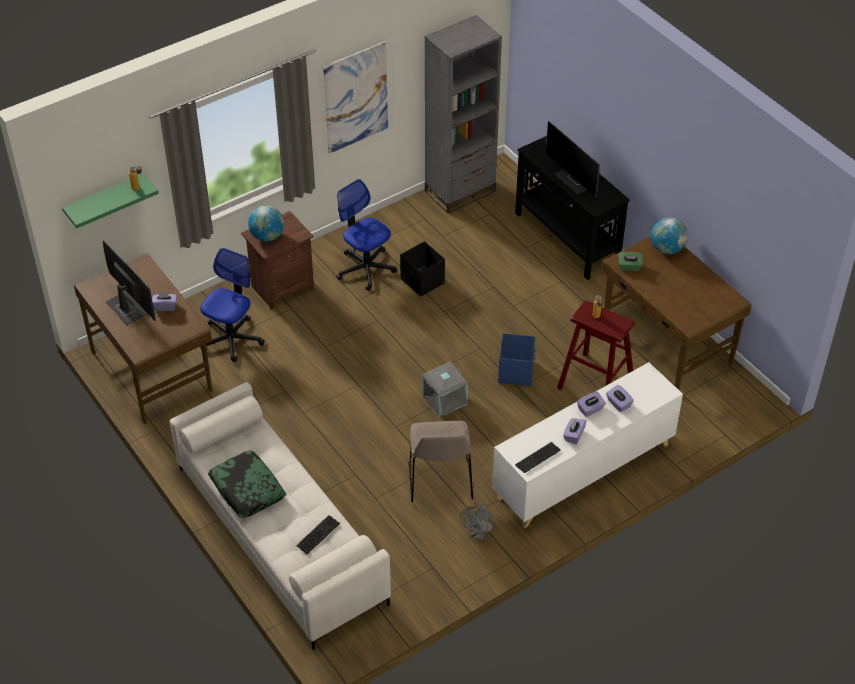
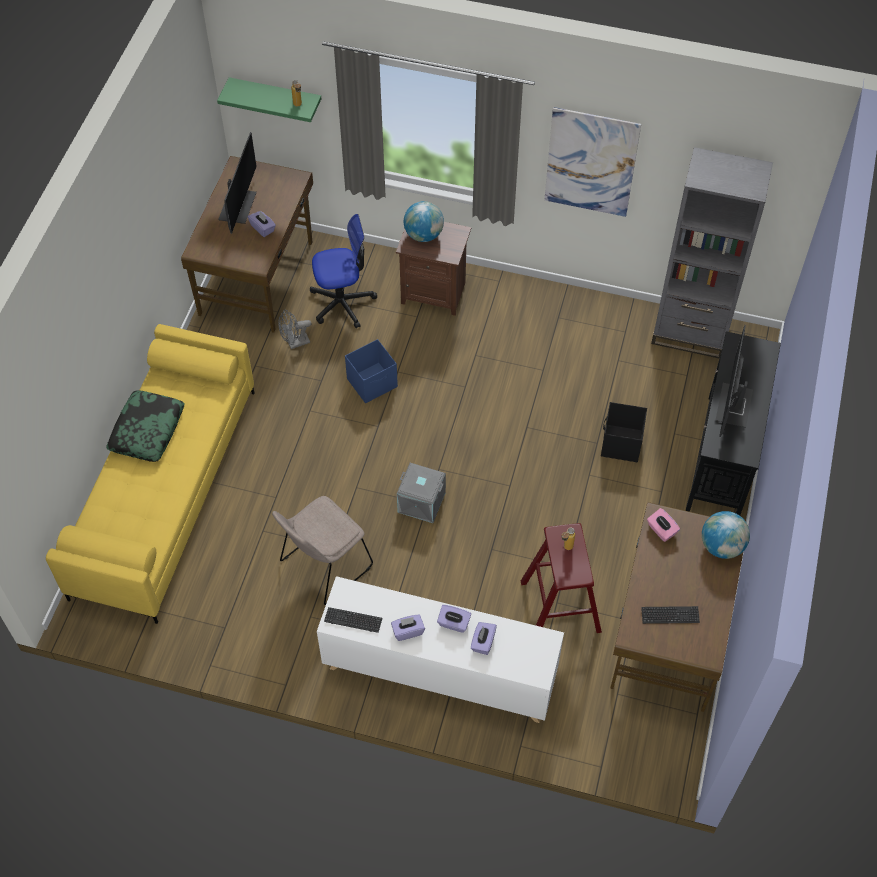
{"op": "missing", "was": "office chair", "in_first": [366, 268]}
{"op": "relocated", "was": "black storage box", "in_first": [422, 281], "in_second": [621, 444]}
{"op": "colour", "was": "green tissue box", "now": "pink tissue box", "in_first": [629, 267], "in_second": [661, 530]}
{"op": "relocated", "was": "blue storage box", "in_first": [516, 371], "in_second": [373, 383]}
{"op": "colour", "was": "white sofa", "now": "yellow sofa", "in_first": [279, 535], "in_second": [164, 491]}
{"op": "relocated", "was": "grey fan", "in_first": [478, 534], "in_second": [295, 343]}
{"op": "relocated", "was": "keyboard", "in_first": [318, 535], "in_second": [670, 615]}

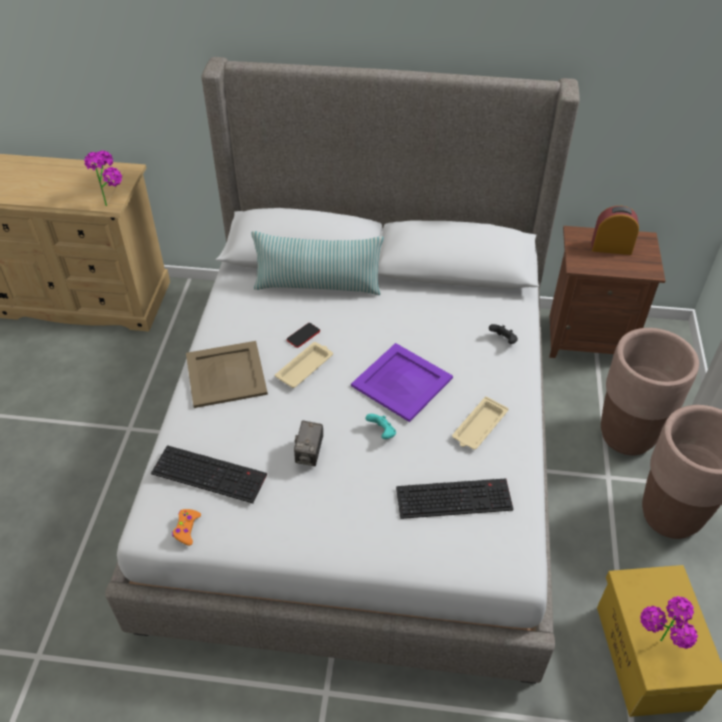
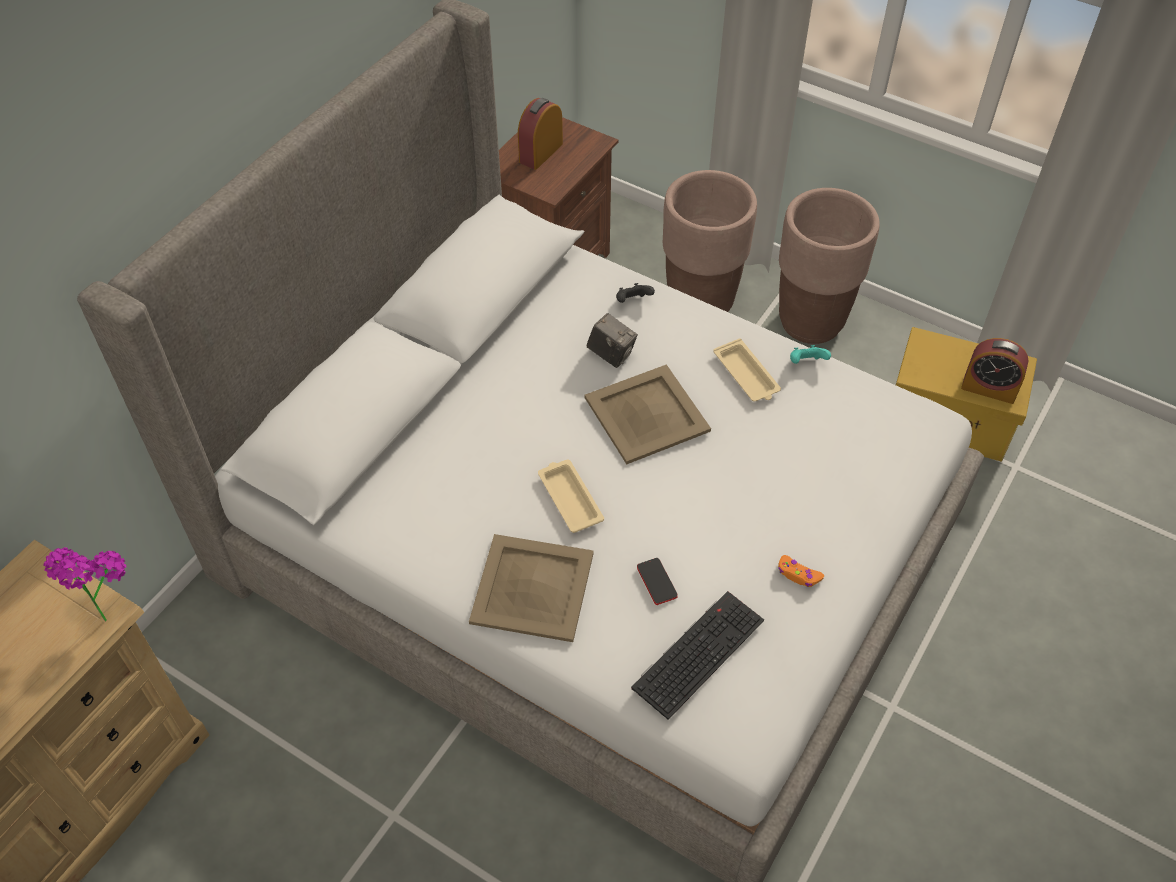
{"op": "missing", "was": "pillow", "in_first": [318, 286]}
{"op": "relocated", "was": "phone", "in_first": [303, 335], "in_second": [657, 582]}
{"op": "colour", "was": "purple tray", "now": "beige tray", "in_first": [401, 382], "in_second": [646, 415]}
{"op": "relocated", "was": "turquoise game controller", "in_first": [382, 433], "in_second": [806, 363]}
{"op": "relocated", "was": "photo camera", "in_first": [309, 454], "in_second": [611, 354]}
{"op": "missing", "was": "keyboard", "in_first": [455, 497]}
{"op": "relocated", "was": "orange game controller", "in_first": [186, 529], "in_second": [798, 575]}
{"op": "exchanged", "was": "potted plant", "now": "alarm clock", "in_first": [657, 648], "in_second": [989, 388]}

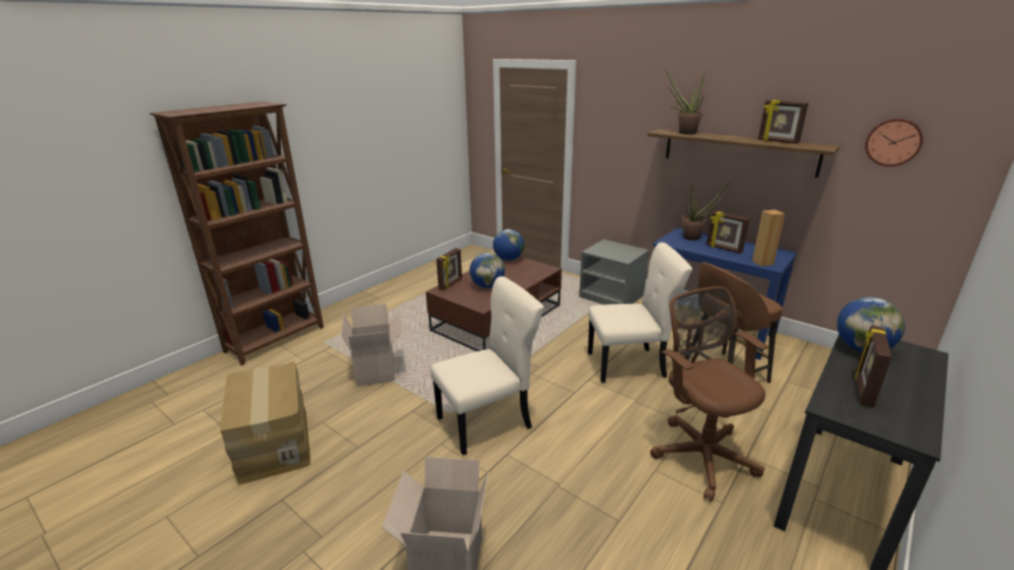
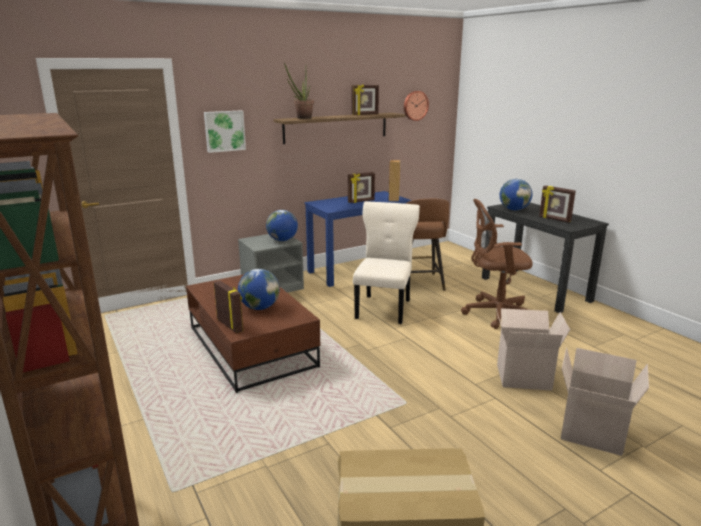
{"op": "missing", "was": "potted plant", "in_first": [695, 237]}
{"op": "relocated", "was": "globe", "in_first": [508, 259], "in_second": [282, 240]}
{"op": "missing", "was": "beige chair", "in_first": [488, 421]}
{"op": "relocated", "was": "cardboard box", "in_first": [377, 371], "in_second": [524, 376]}
{"op": "appeared", "now": "picture", "in_second": [224, 131]}

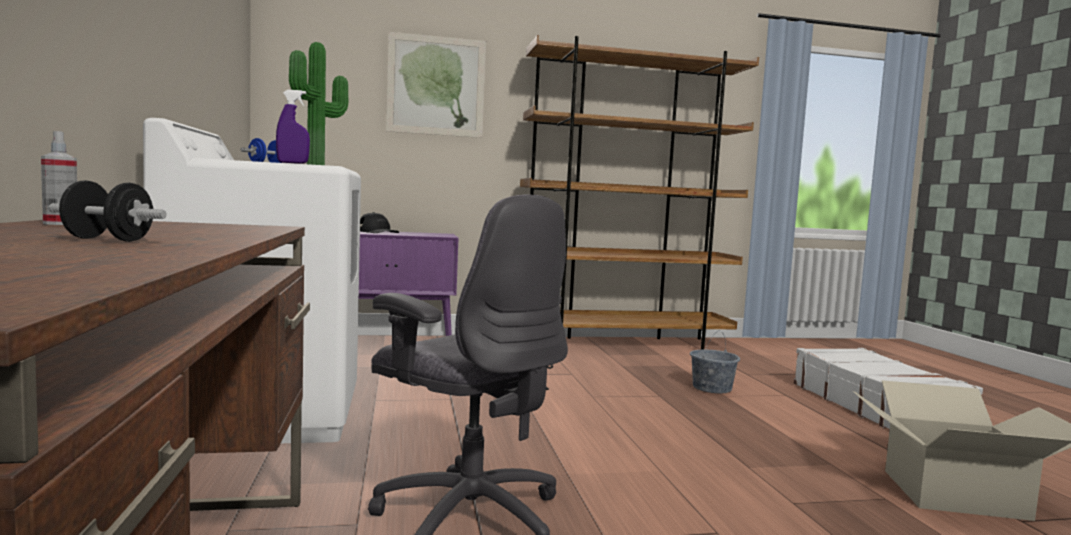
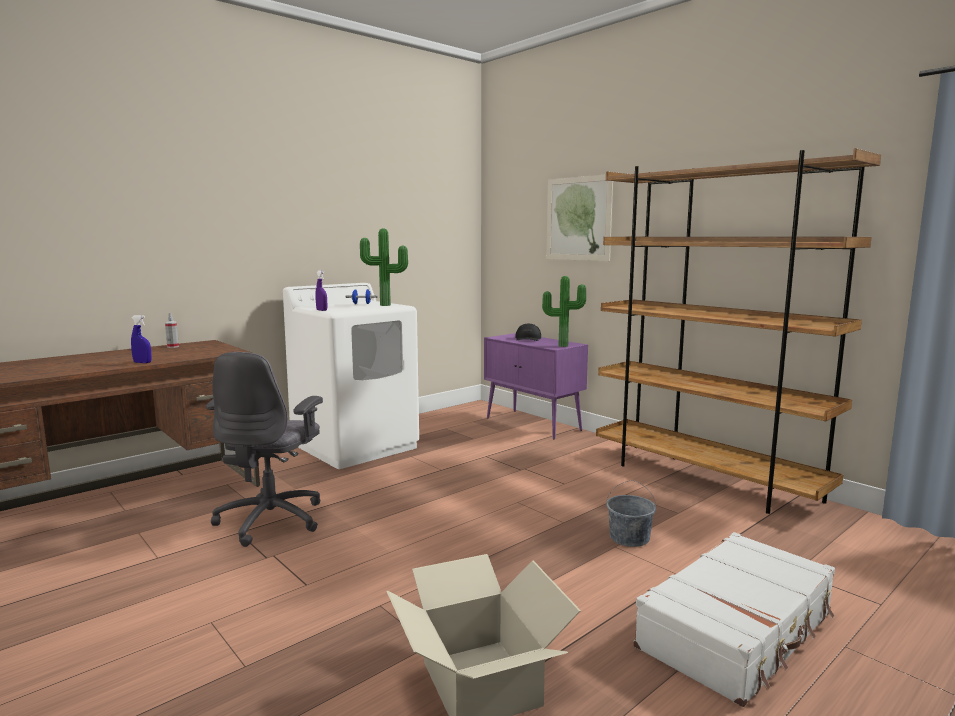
{"op": "missing", "was": "black dumbbell", "in_first": [108, 240]}
{"op": "appeared", "now": "potted plant", "in_second": [562, 345]}
{"op": "appeared", "now": "blue spray bottle", "in_second": [142, 362]}

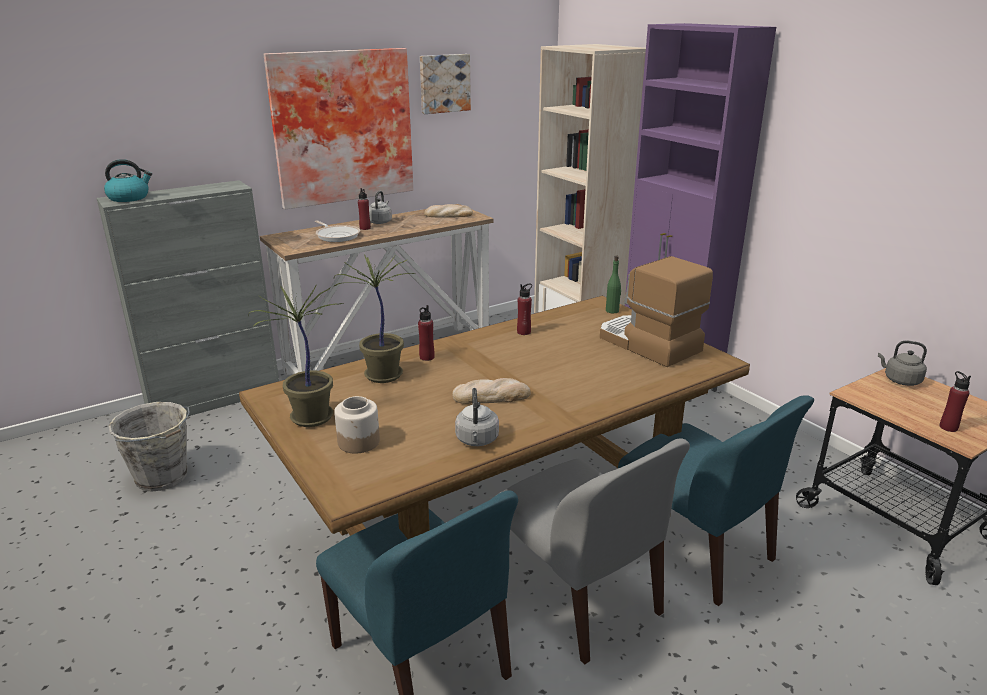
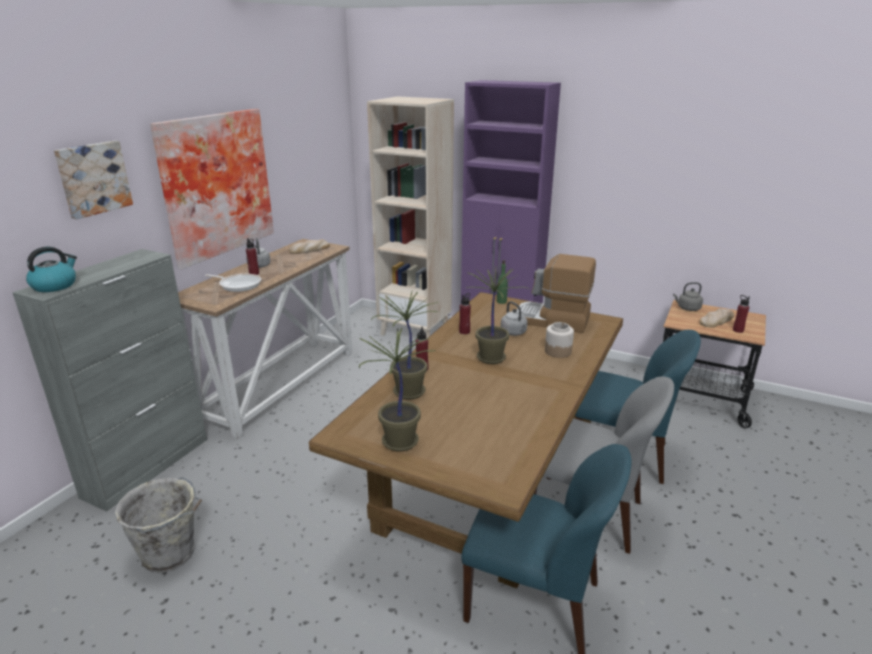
{"op": "relocated", "was": "picture", "in_first": [444, 83], "in_second": [93, 178]}
{"op": "relocated", "was": "bread", "in_first": [491, 396], "in_second": [716, 320]}
{"op": "relocated", "was": "grey kettle", "in_first": [477, 440], "in_second": [514, 333]}
{"op": "relocated", "was": "jar", "in_first": [359, 442], "in_second": [558, 351]}
{"op": "appeared", "now": "potted plant", "in_second": [492, 359]}

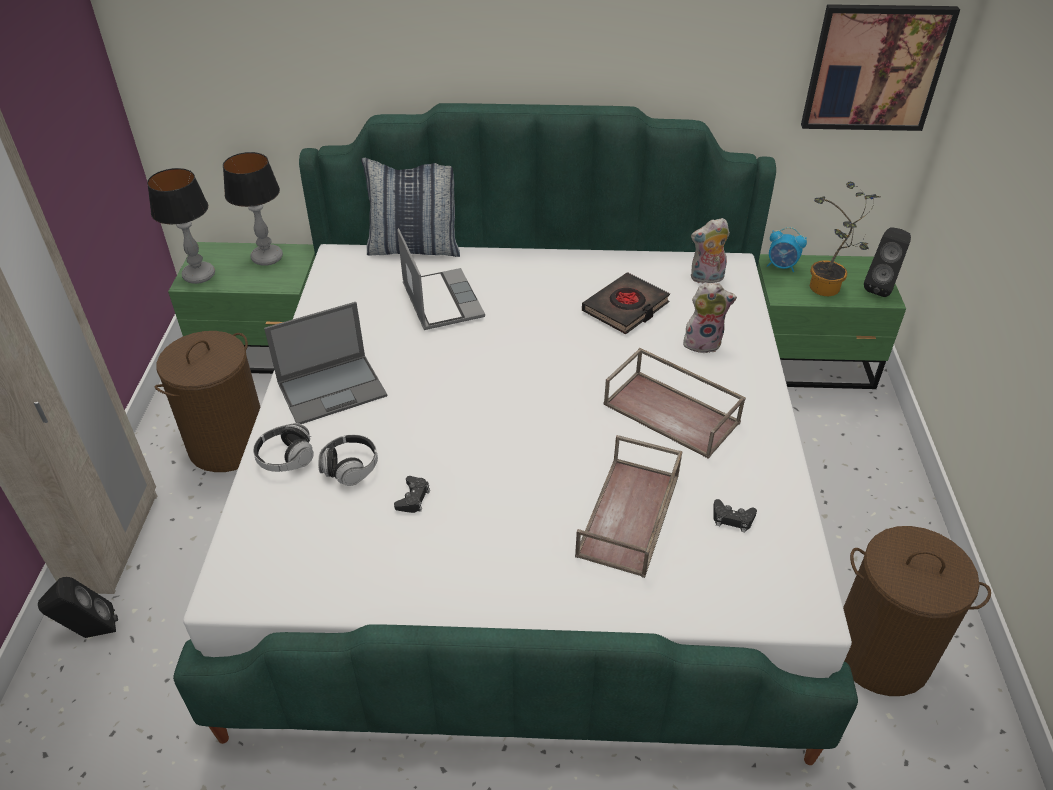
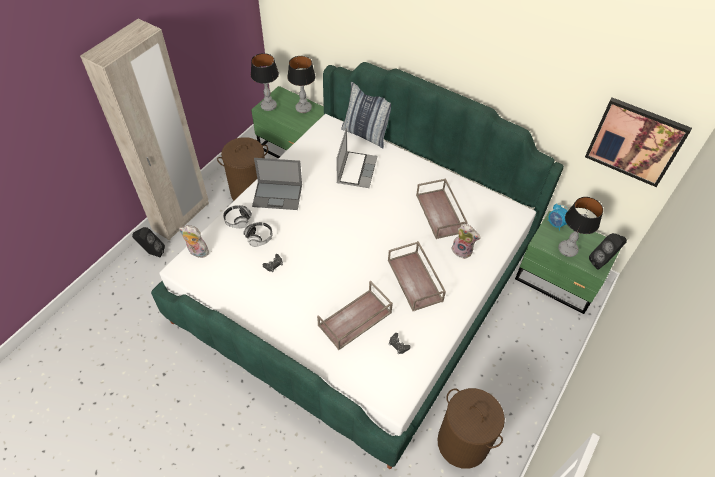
{"op": "exchanged", "was": "potted plant", "now": "table lamp", "in_first": [826, 290], "in_second": [568, 250]}
{"op": "relocated", "was": "plush toy", "in_first": [706, 279], "in_second": [197, 252]}
{"op": "exchanged", "was": "black book", "now": "brown tray", "in_first": [626, 308], "in_second": [440, 213]}

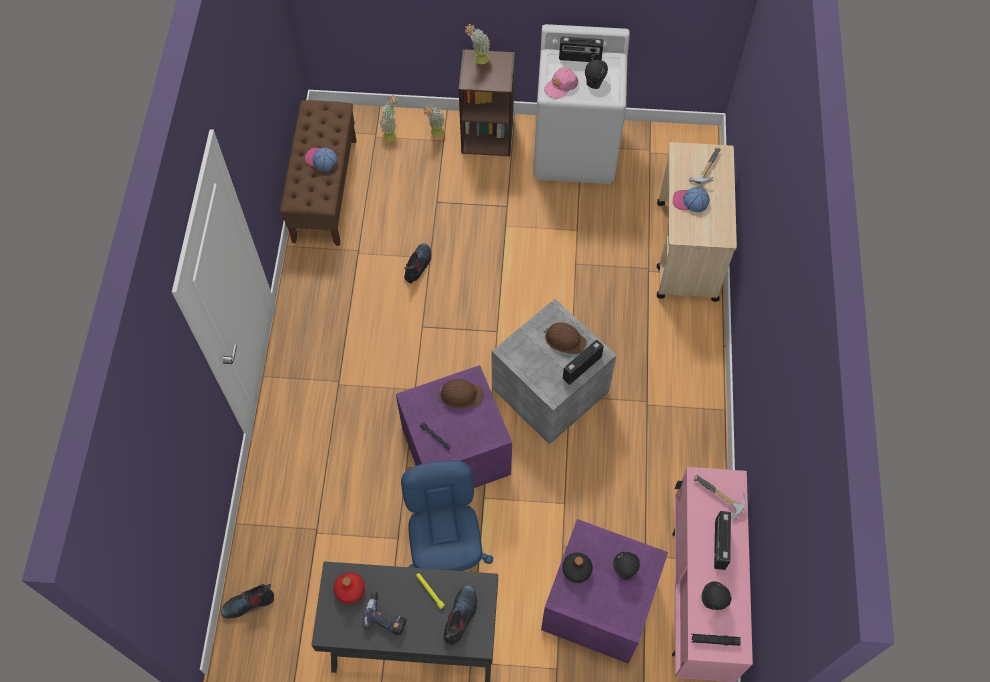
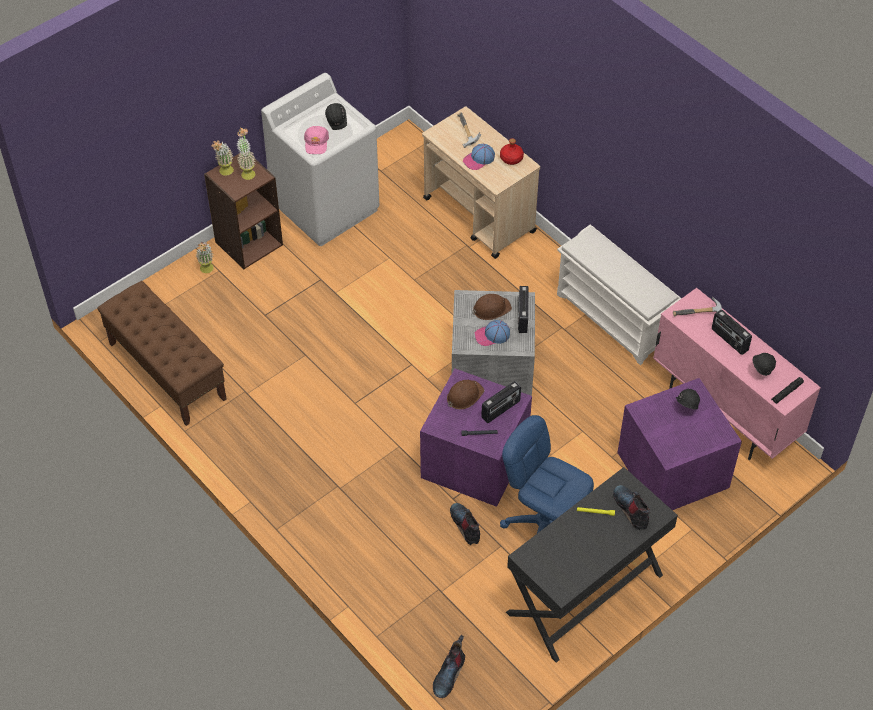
{"op": "relocated", "was": "radio", "in_first": [580, 58], "in_second": [501, 410]}
{"op": "relocated", "was": "potted plant", "in_first": [391, 134], "in_second": [247, 171]}
{"op": "relocated", "was": "cap", "in_first": [321, 160], "in_second": [492, 335]}
{"op": "relocated", "was": "boot", "in_first": [418, 266], "in_second": [466, 526]}
{"op": "missing", "was": "black bottle", "in_first": [576, 570]}
{"op": "relocated", "was": "red bottle", "in_first": [349, 590], "in_second": [511, 158]}
{"op": "missing", "was": "power drill", "in_first": [386, 616]}
{"op": "appeared", "now": "white shoe rack", "in_second": [613, 319]}

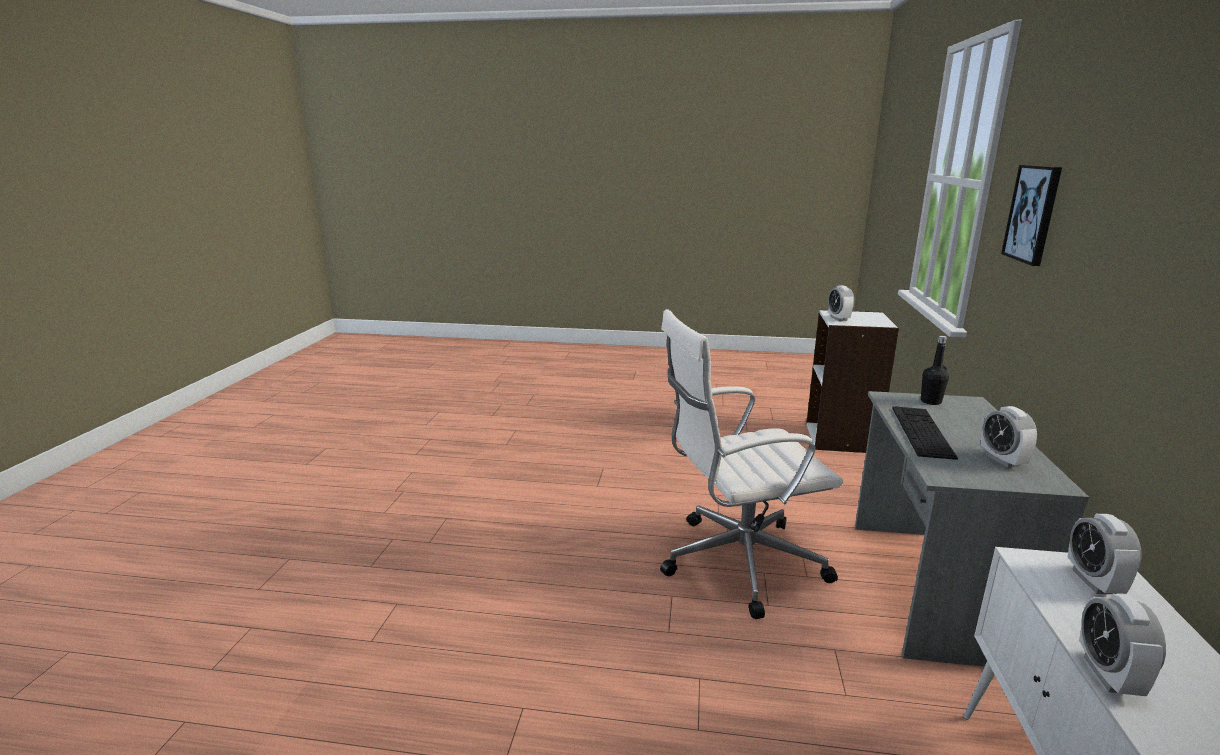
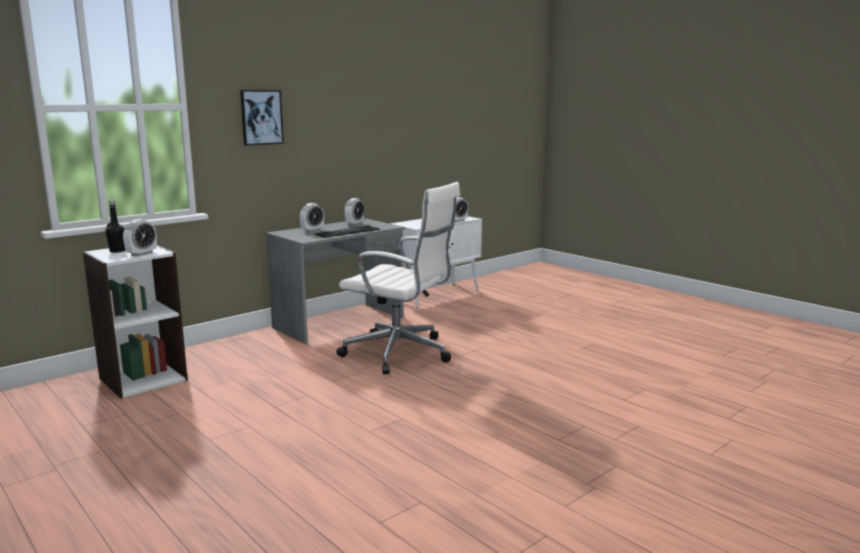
{"op": "relocated", "was": "black bottle", "in_first": [931, 401], "in_second": [117, 251]}
{"op": "relocated", "was": "alarm clock", "in_first": [1093, 581], "in_second": [312, 230]}

